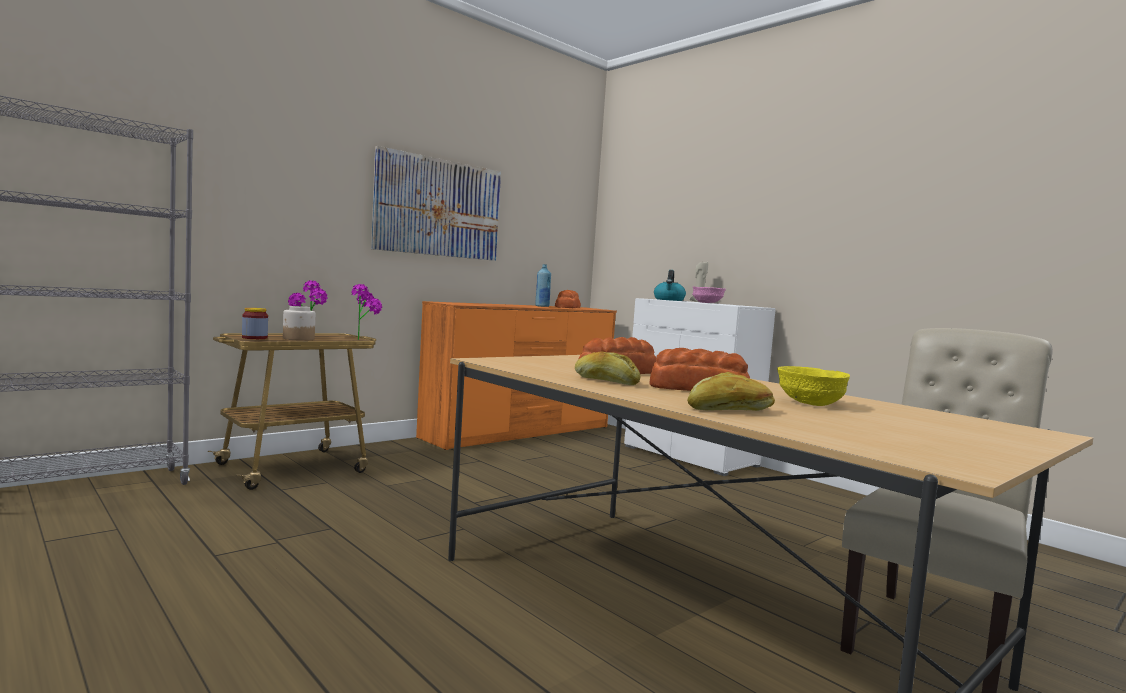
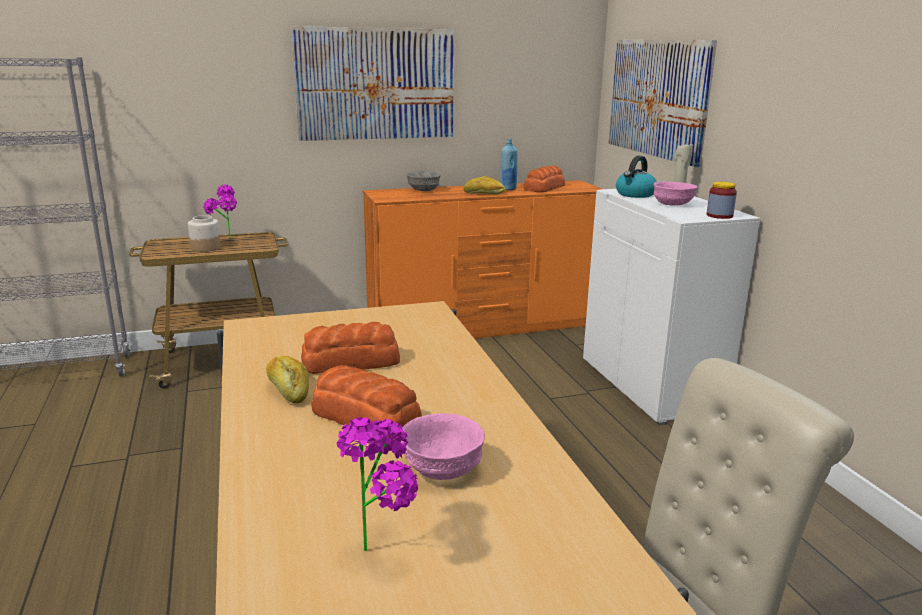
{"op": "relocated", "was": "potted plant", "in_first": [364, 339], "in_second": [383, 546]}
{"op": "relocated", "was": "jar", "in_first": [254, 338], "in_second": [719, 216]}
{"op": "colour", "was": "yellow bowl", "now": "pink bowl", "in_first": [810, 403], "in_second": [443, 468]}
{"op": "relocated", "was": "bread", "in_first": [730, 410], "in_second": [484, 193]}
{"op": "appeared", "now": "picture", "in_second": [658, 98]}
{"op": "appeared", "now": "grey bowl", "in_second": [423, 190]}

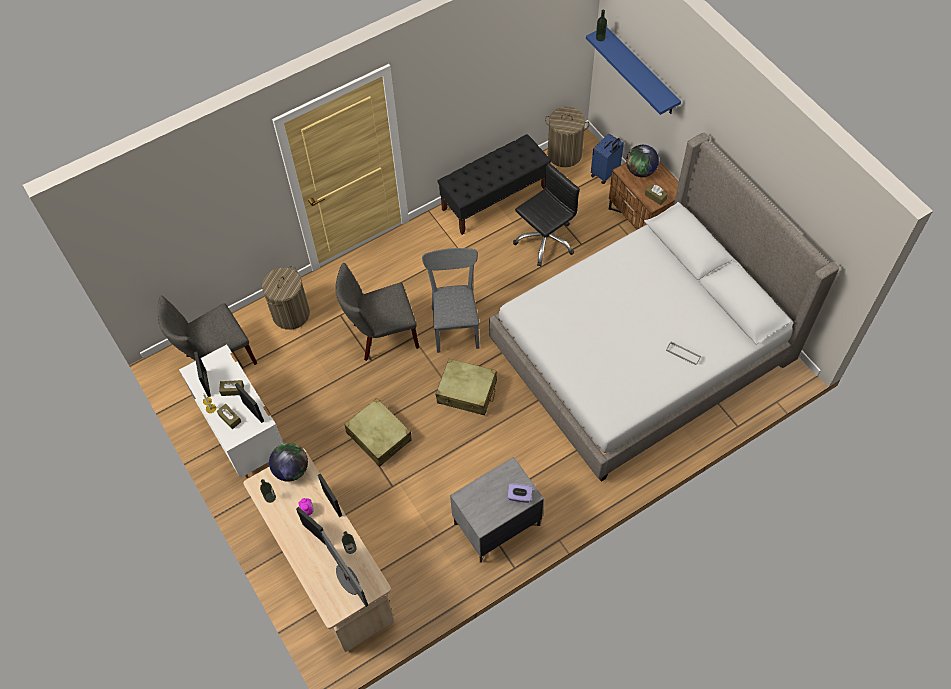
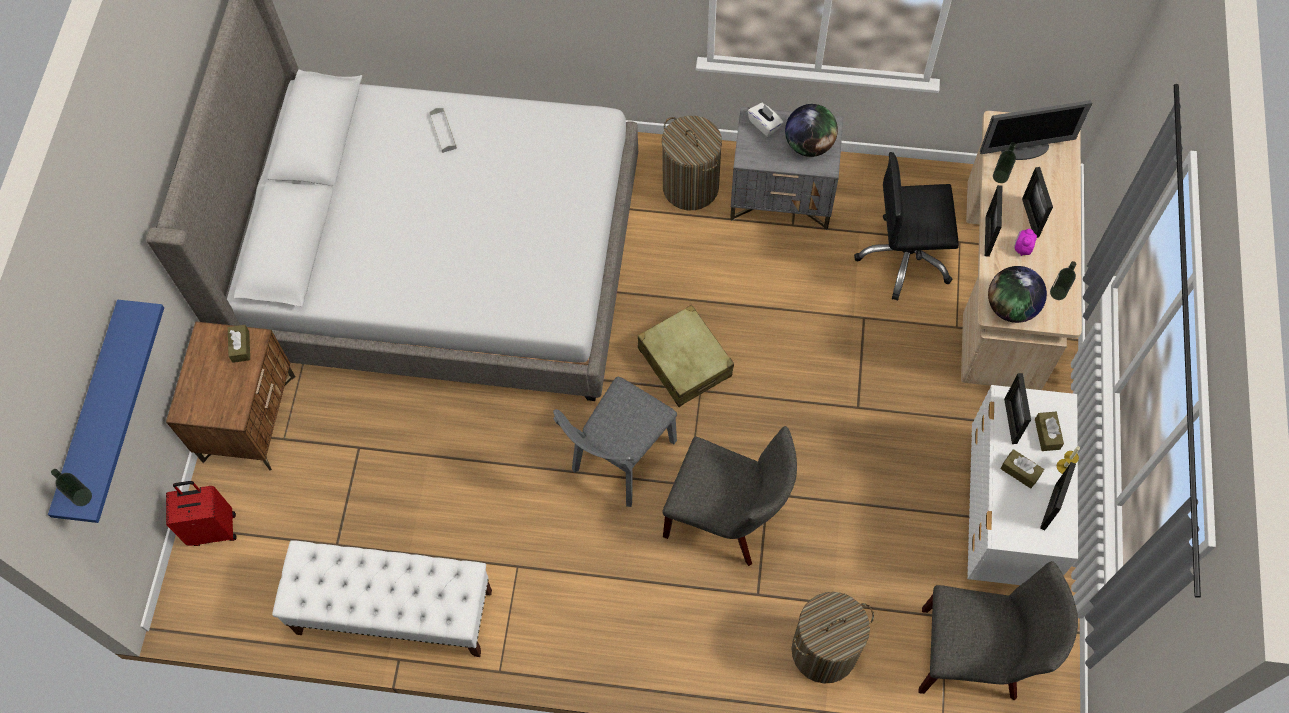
{"op": "relocated", "was": "laundry basket", "in_first": [564, 154], "in_second": [690, 187]}
{"op": "colour", "was": "black bench", "now": "white bench", "in_first": [494, 199], "in_second": [394, 612]}
{"op": "colour", "was": "blue suitcase", "now": "red suitcase", "in_first": [605, 173], "in_second": [213, 528]}
{"op": "relocated", "was": "globe", "in_first": [640, 171], "in_second": [809, 144]}
{"op": "relocated", "was": "black office chair", "in_first": [545, 240], "in_second": [905, 258]}
{"op": "missing", "was": "beige suitcase", "in_first": [379, 436]}
{"op": "colour", "was": "purple tissue box", "now": "white tissue box", "in_first": [519, 496], "in_second": [764, 125]}
{"op": "spun", "was": "monitor", "in_first": [347, 579], "in_second": [1025, 149], "clockwise": -105}

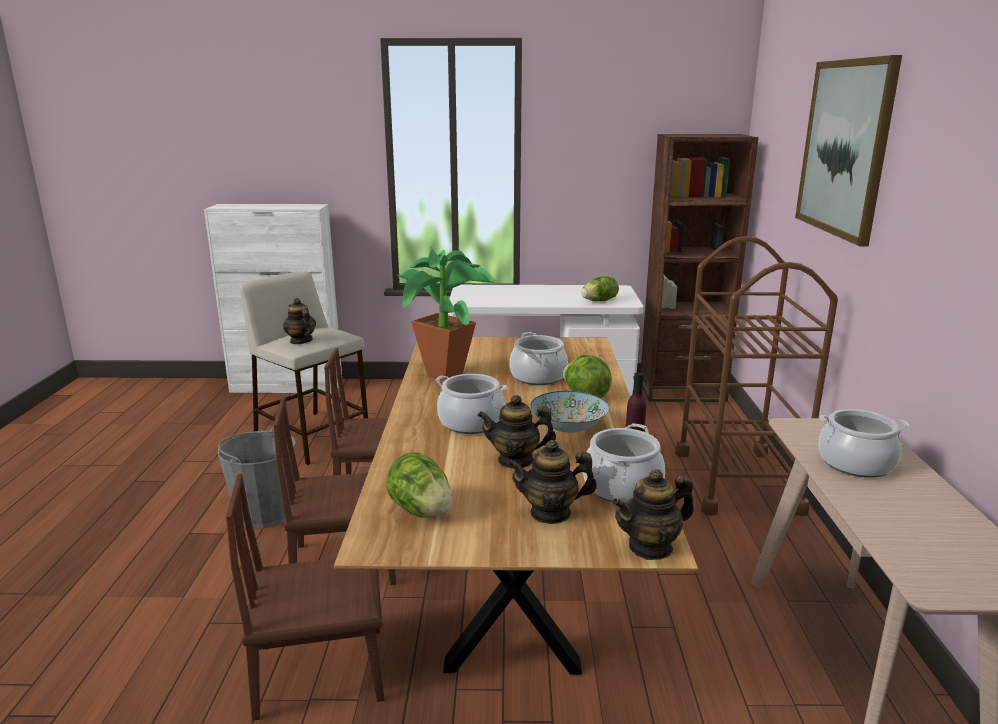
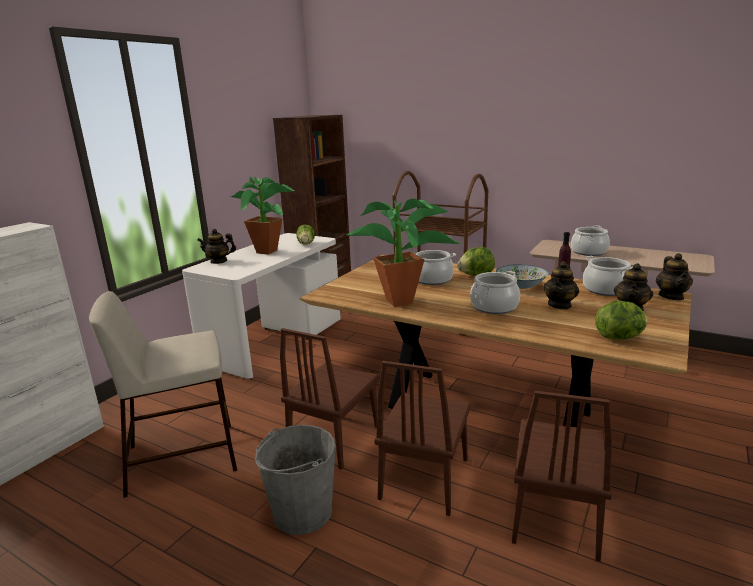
{"op": "missing", "was": "picture", "in_first": [845, 148]}
{"op": "relocated", "was": "teapot", "in_first": [301, 341], "in_second": [219, 261]}
{"op": "appeared", "now": "potted plant", "in_second": [269, 252]}

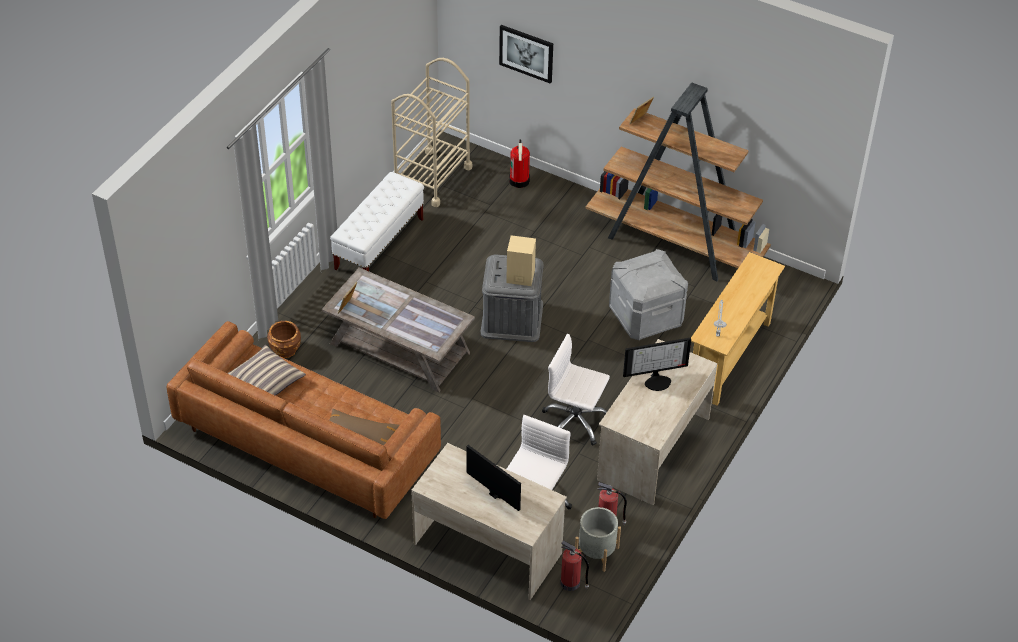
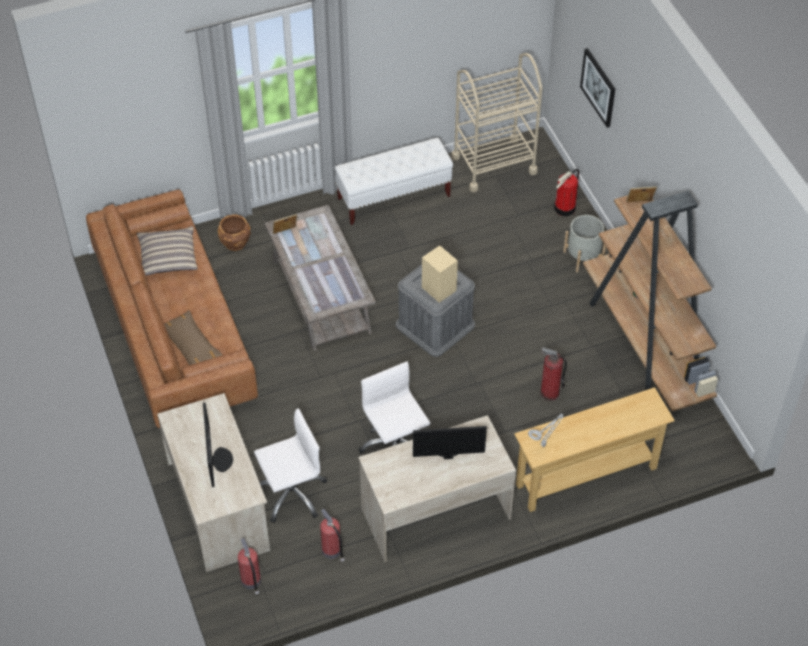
{"op": "exchanged", "was": "grey storage box", "now": "fire extinguisher", "in_first": [645, 317], "in_second": [549, 393]}
{"op": "spun", "was": "monitor", "in_first": [657, 380], "in_second": [447, 452], "clockwise": 150}
{"op": "relocated", "was": "grey planter", "in_first": [596, 553], "in_second": [583, 257]}

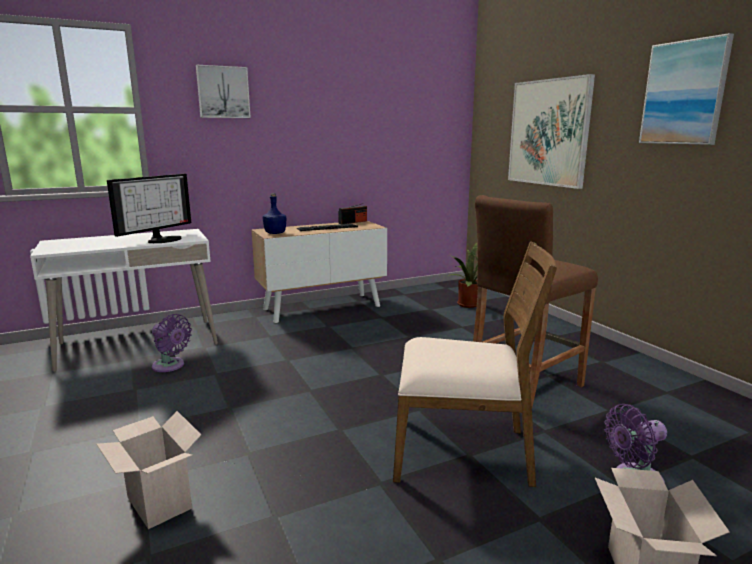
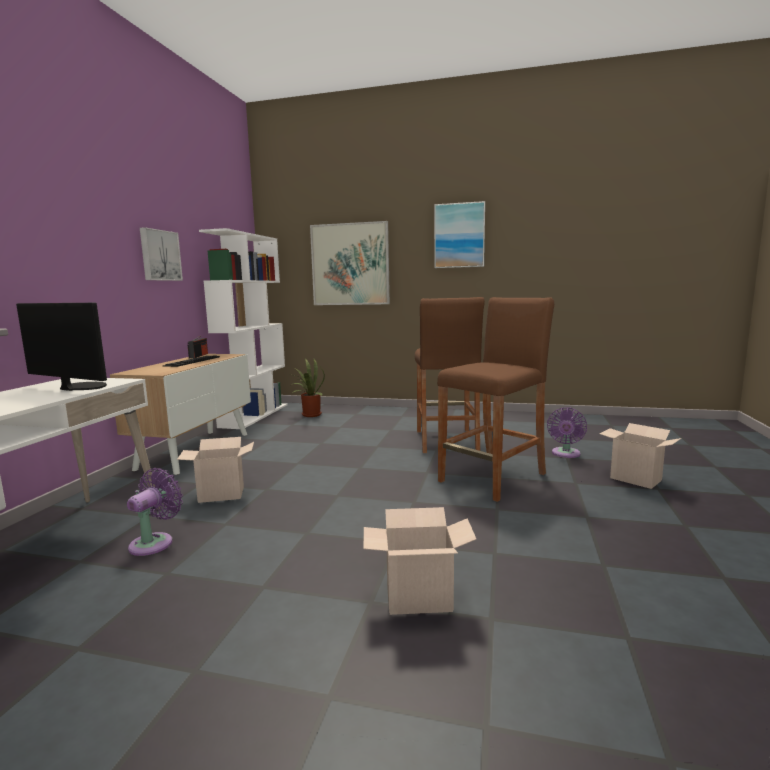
{"op": "relocated", "was": "picture", "in_first": [223, 92], "in_second": [159, 255]}
{"op": "spun", "was": "monitor", "in_first": [163, 239], "in_second": [79, 387], "clockwise": -45}
{"op": "missing", "was": "blue bottle", "in_first": [275, 233]}
{"op": "exchanged", "was": "brown chair", "now": "brown stool", "in_first": [462, 452], "in_second": [493, 478]}
{"op": "spun", "was": "purple fan", "in_first": [170, 366], "in_second": [155, 542], "clockwise": -45}
{"op": "appeared", "now": "white bookcase", "in_second": [254, 415]}
{"op": "appeared", "now": "cardboard box", "in_second": [219, 495]}

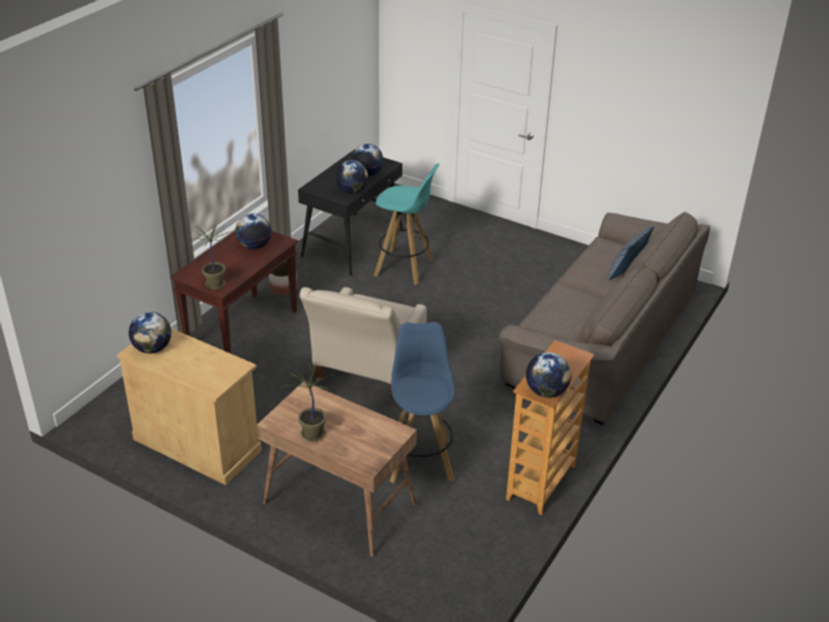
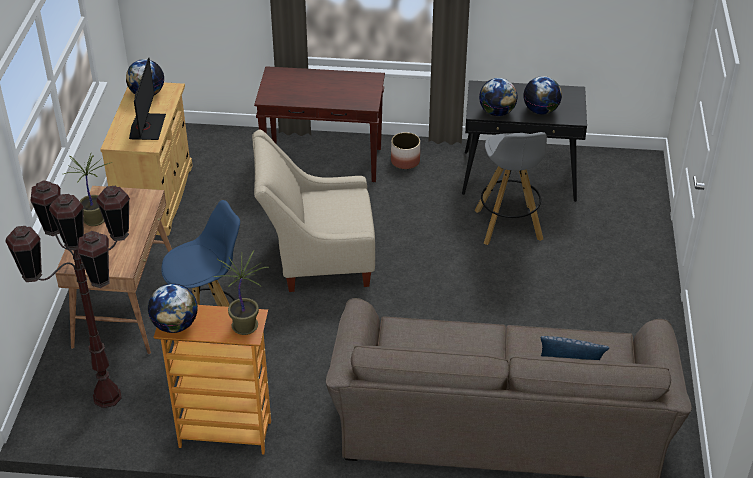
{"op": "colour", "was": "turquoise stool", "now": "grey stool", "in_first": [405, 268], "in_second": [508, 226]}
{"op": "missing", "was": "globe", "in_first": [254, 246]}
{"op": "relocated", "was": "potted plant", "in_first": [215, 284], "in_second": [246, 326]}
{"op": "appeared", "now": "monitor", "in_second": [147, 127]}
{"op": "appeared", "now": "brown floor lamp", "in_second": [107, 397]}

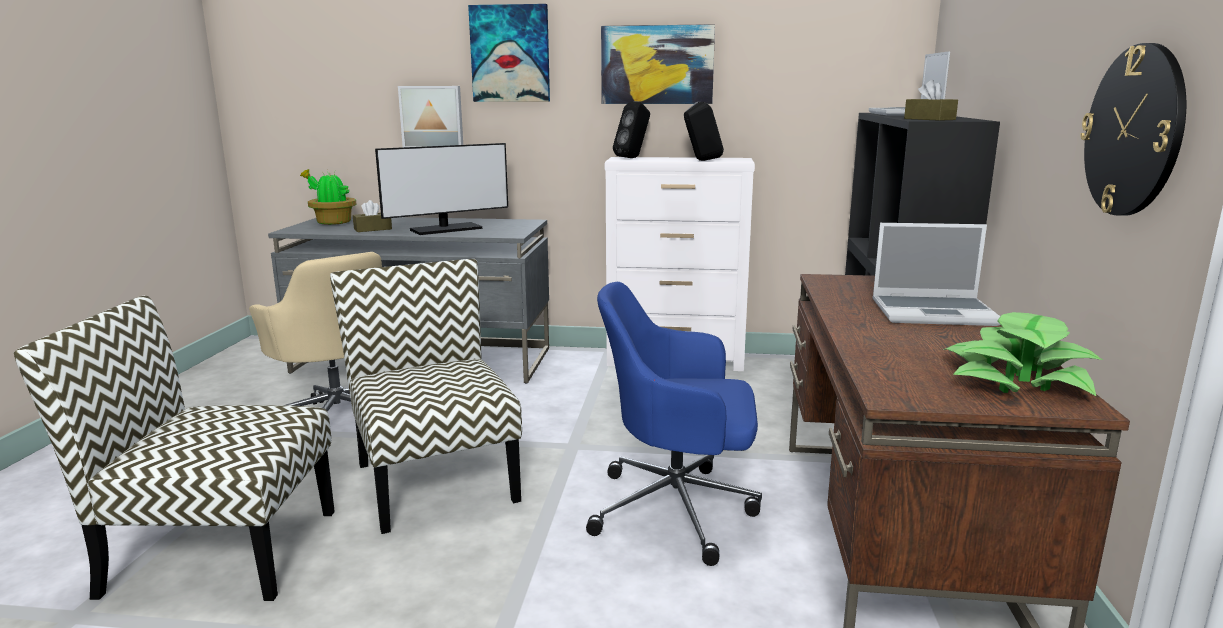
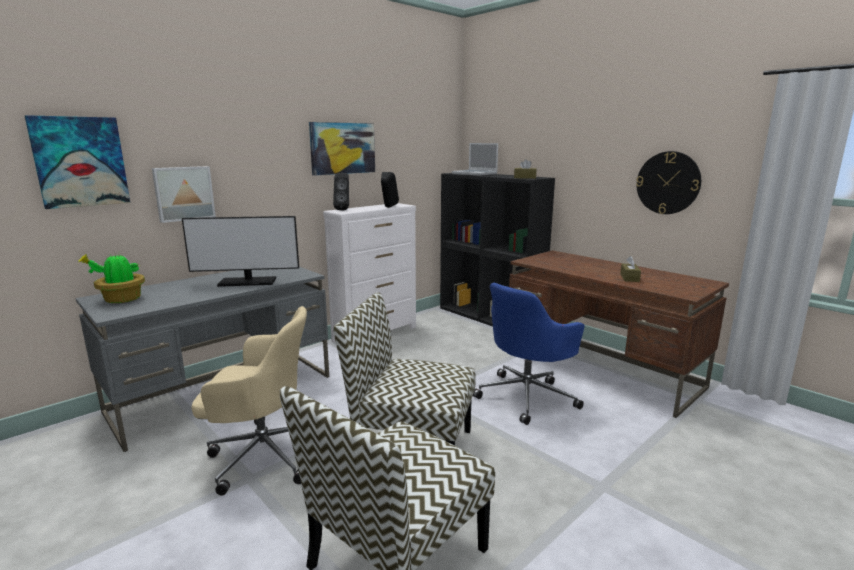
{"op": "relocated", "was": "picture", "in_first": [510, 54], "in_second": [80, 162]}
{"op": "spun", "was": "monitor", "in_first": [446, 229], "in_second": [247, 282], "clockwise": 75}
{"op": "relocated", "was": "brown tissue box", "in_first": [373, 229], "in_second": [629, 278]}
{"op": "missing", "was": "laptop", "in_first": [934, 312]}
{"op": "missing", "was": "potted plant", "in_first": [1015, 379]}

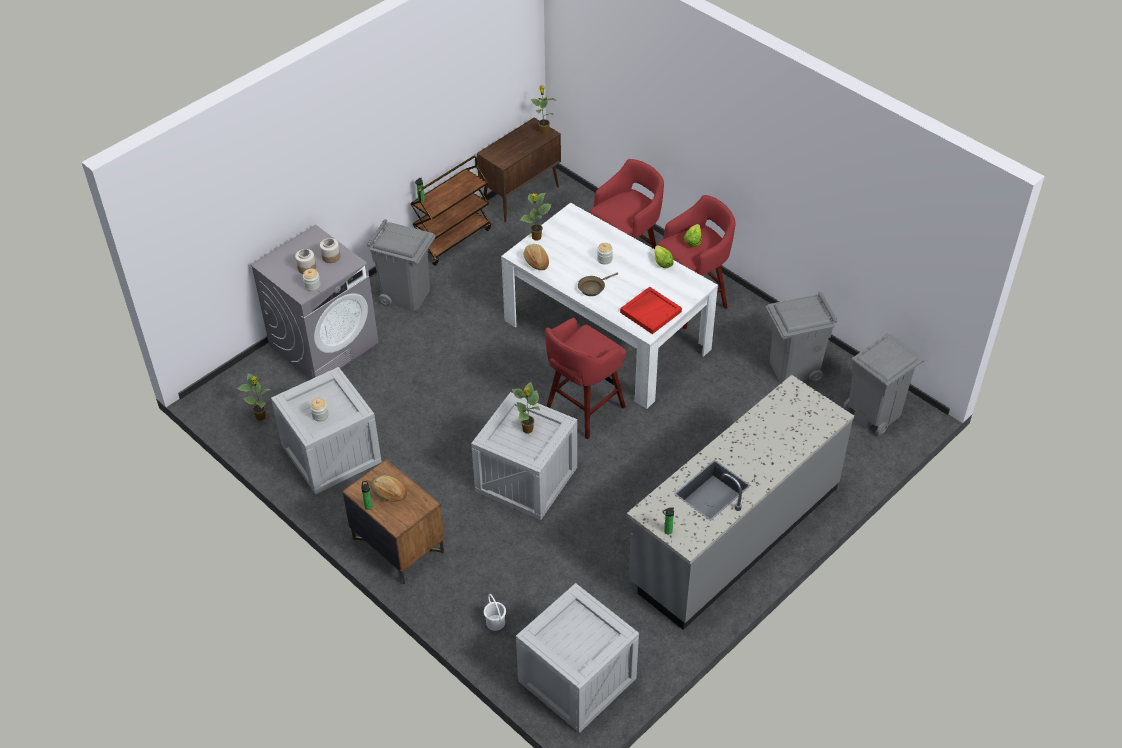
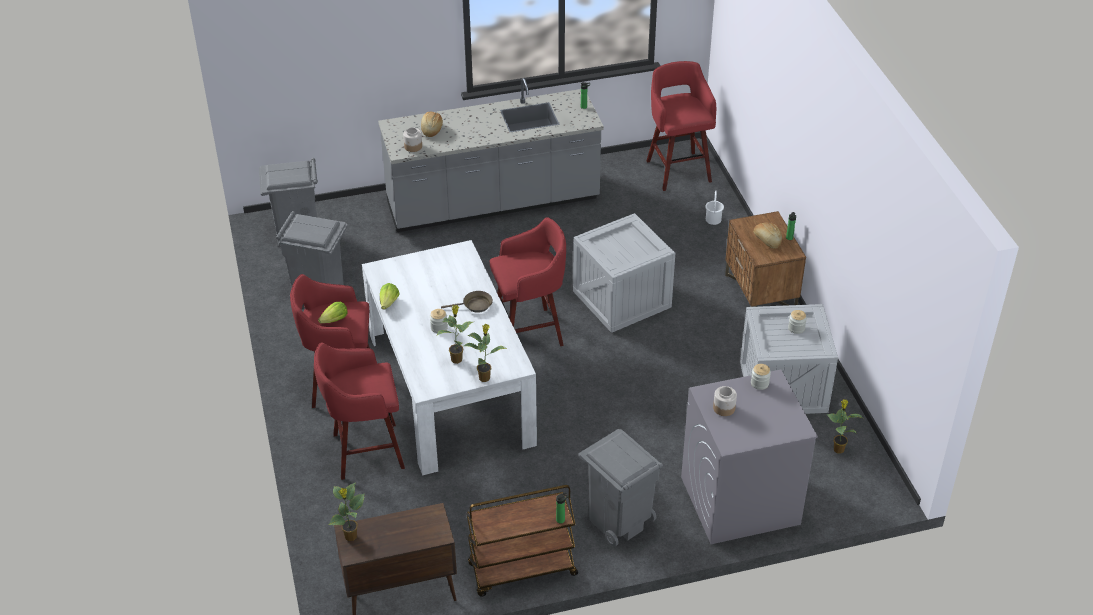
{"op": "relocated", "was": "bread", "in_first": [536, 262], "in_second": [431, 129]}
{"op": "relocated", "was": "jar", "in_first": [306, 267], "in_second": [413, 147]}
{"op": "missing", "was": "red tray", "in_first": [650, 311]}
{"op": "relocated", "was": "potted plant", "in_first": [528, 430], "in_second": [457, 359]}
{"op": "exchanged", "was": "crate", "now": "red stool", "in_first": [577, 681], "in_second": [678, 170]}

